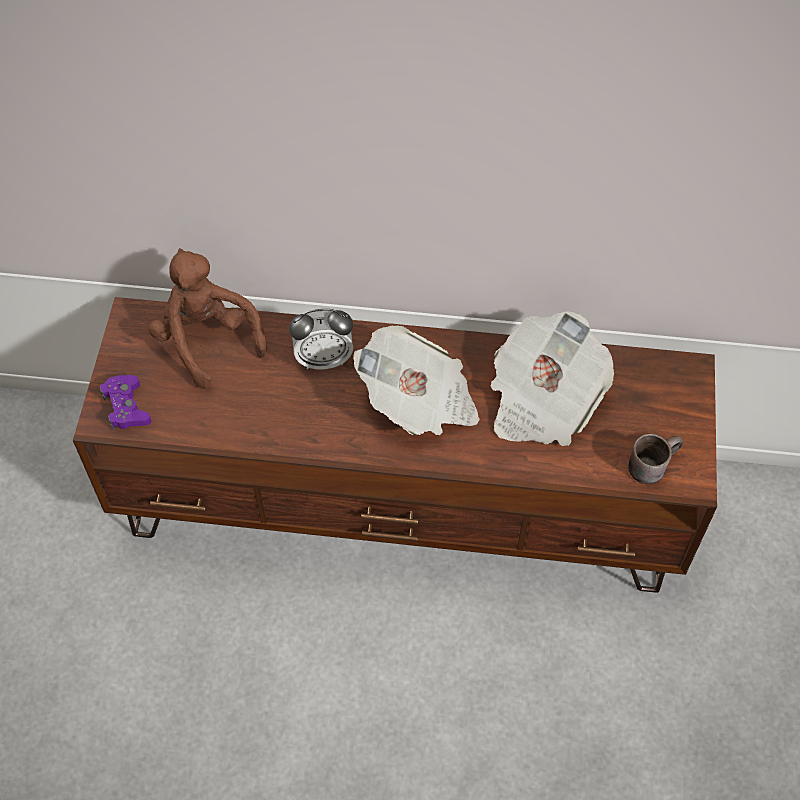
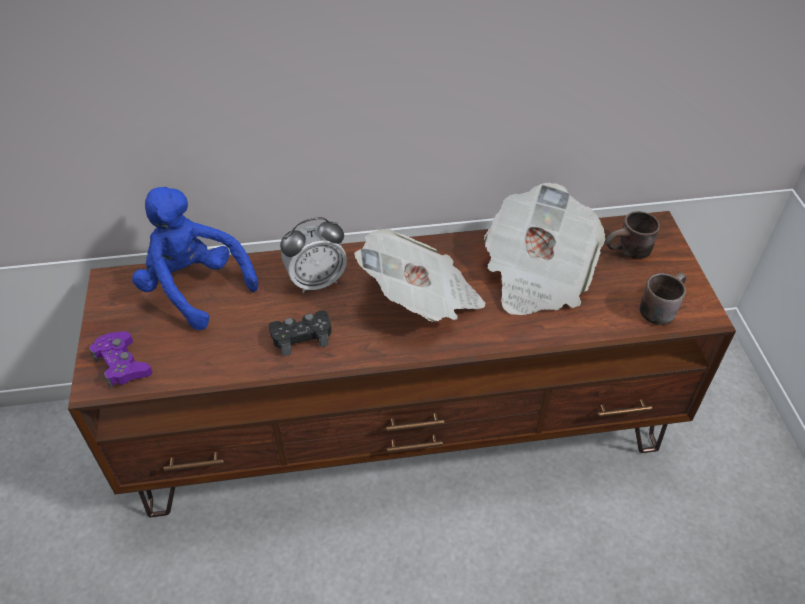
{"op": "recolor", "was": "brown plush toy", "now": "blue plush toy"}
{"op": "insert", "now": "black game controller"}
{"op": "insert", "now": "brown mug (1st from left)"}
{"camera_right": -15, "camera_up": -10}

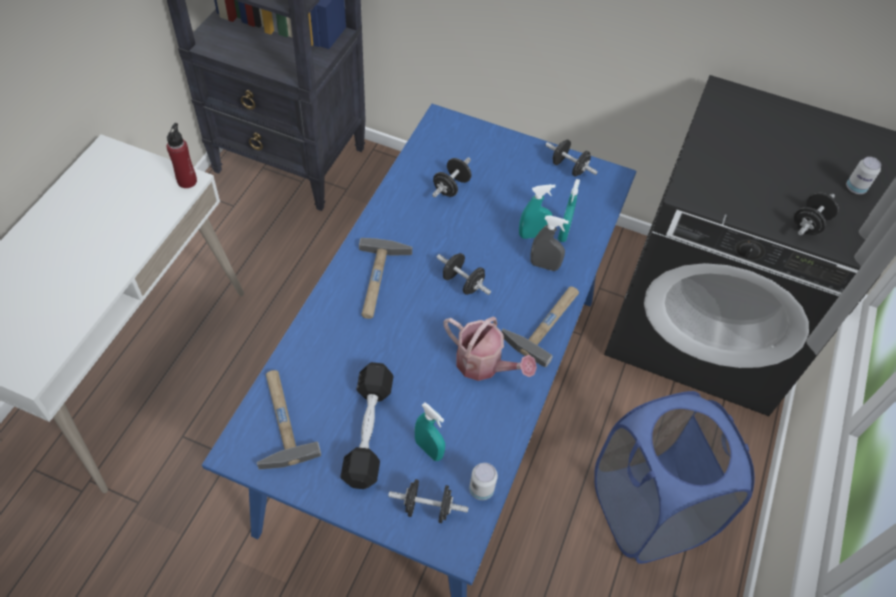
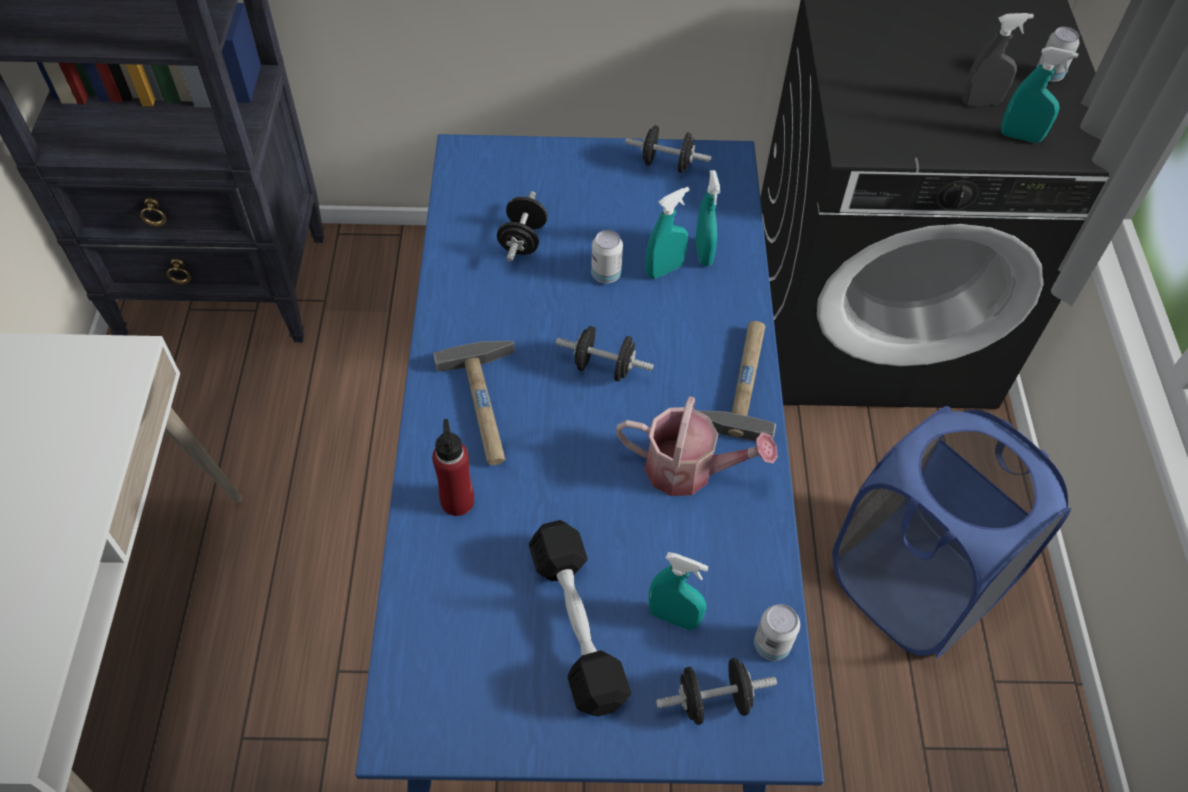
{"op": "move", "was": "red bottle"}
{"op": "delete", "was": "hammer (1st from left)"}
{"op": "move", "was": "grey spray bottle"}
{"op": "replace", "was": "black dumbbell (6th from left)", "now": "turquoise spray bottle (4th from left)"}
{"op": "insert", "now": "can (1st from left)"}
{"camera_right": -20, "camera_up": 0}

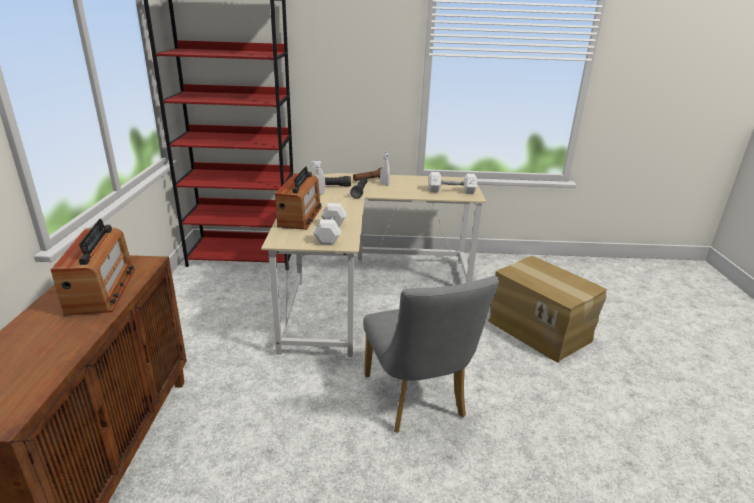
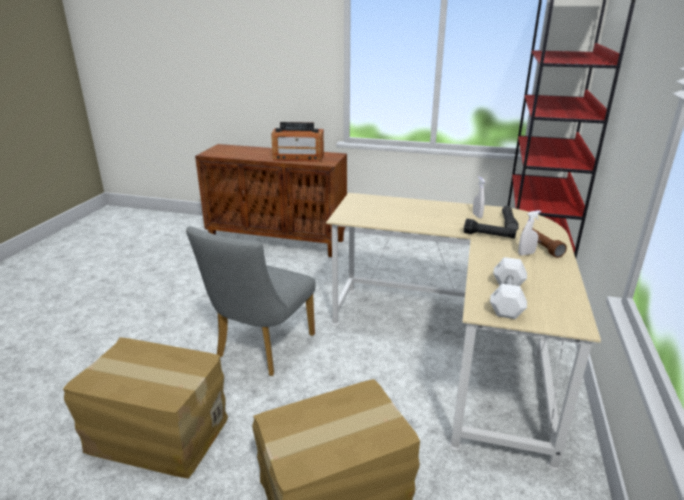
{"op": "delete", "was": "radio (2nd from left)"}
{"op": "delete", "was": "white dumbbell (1st from left)"}
{"op": "rotate", "was": "grey chair", "clockwise": -60}
{"op": "insert", "now": "cardboard box (1st from left)"}
{"camera_right": 105, "camera_up": 0}

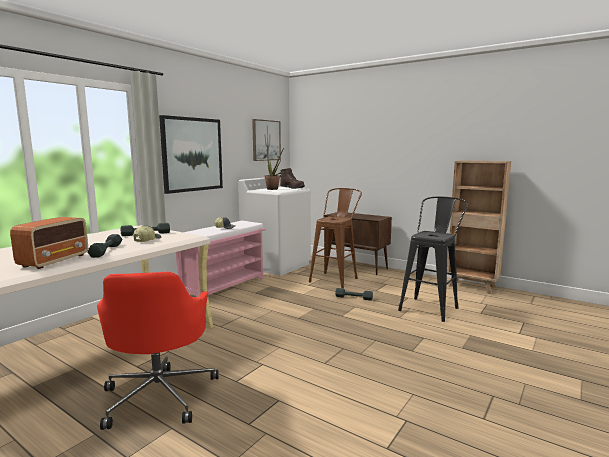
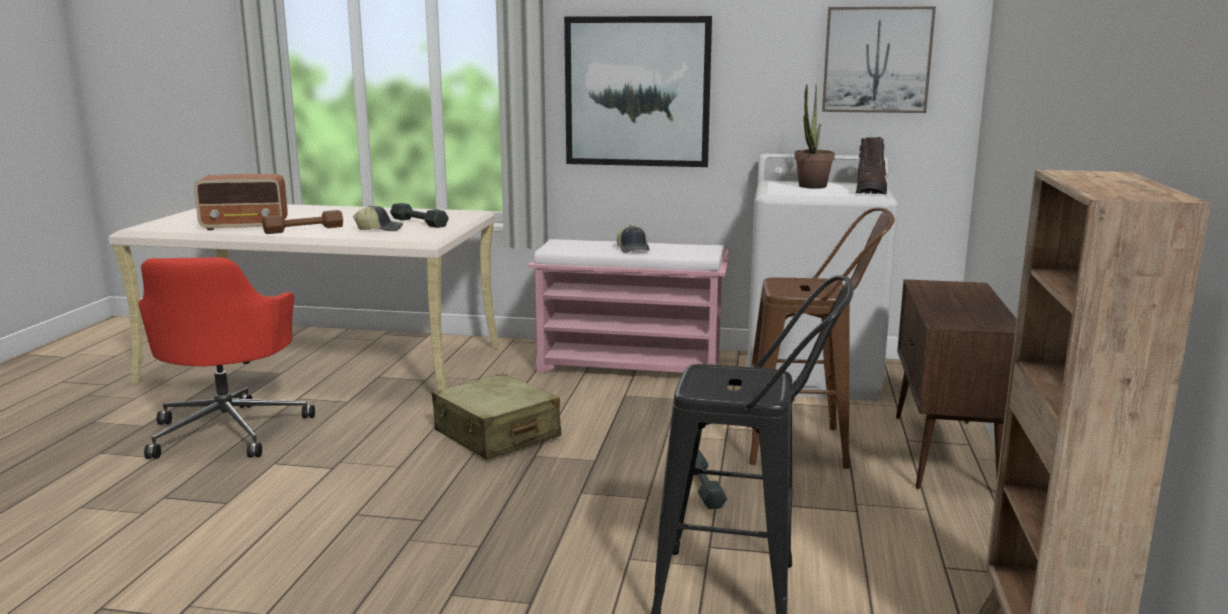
{"op": "recolor", "was": "grey dumbbell (1st from left)", "now": "brown dumbbell"}
{"op": "rotate", "was": "red office chair", "clockwise": -60}
{"op": "insert", "now": "beige suitcase"}
{"camera_right": 65, "camera_up": 5}

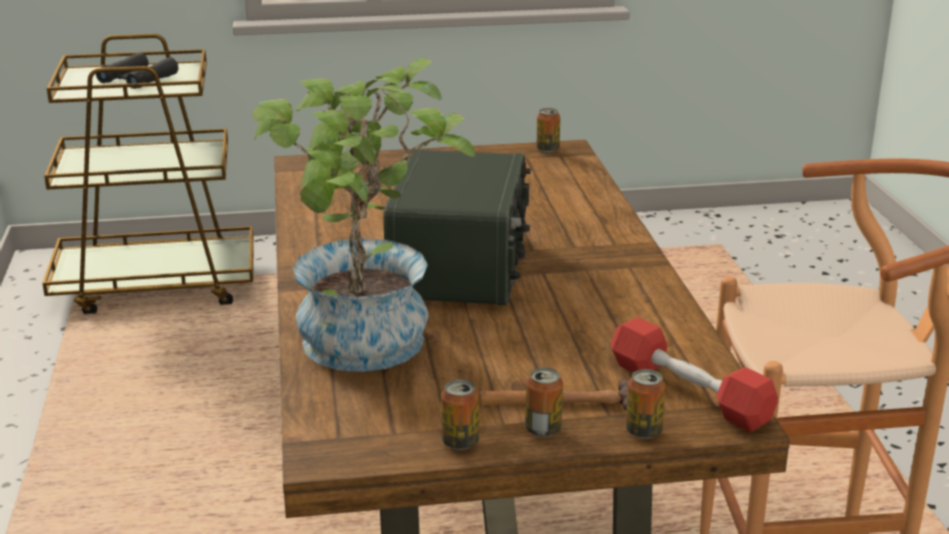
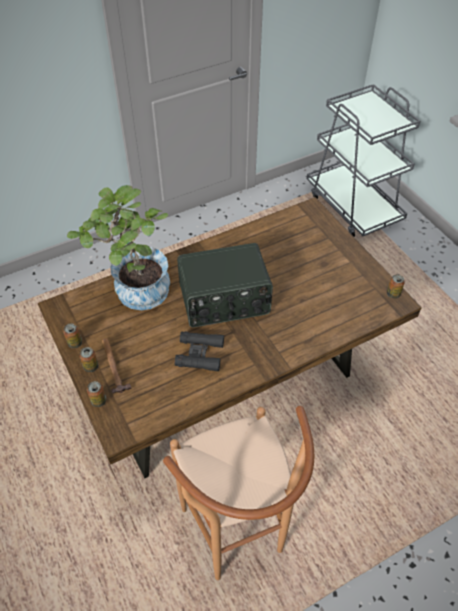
{"op": "recolor", "was": "brown cart", "now": "grey cart"}
{"op": "move", "was": "black binoculars"}
{"op": "delete", "was": "red dumbbell"}
{"camera_right": 70, "camera_up": 25}

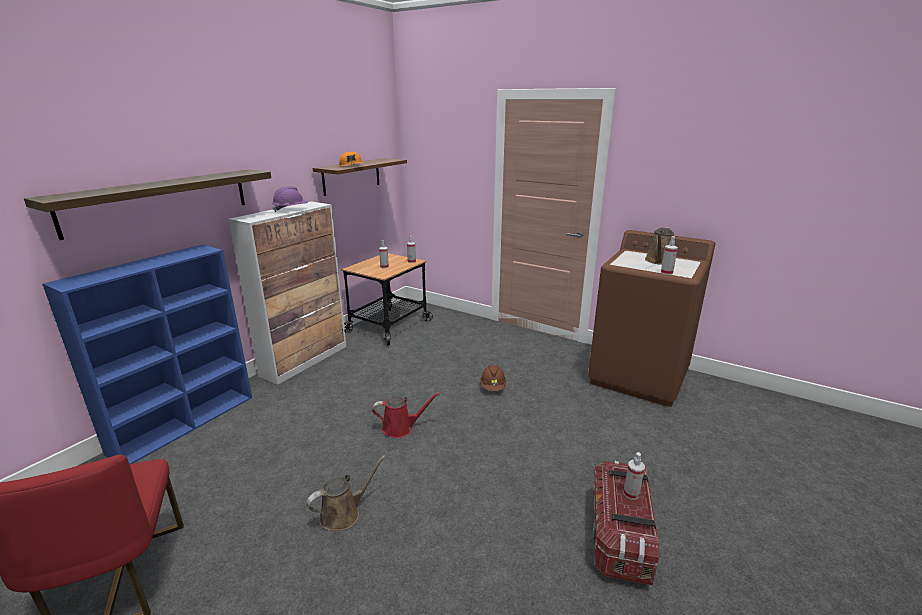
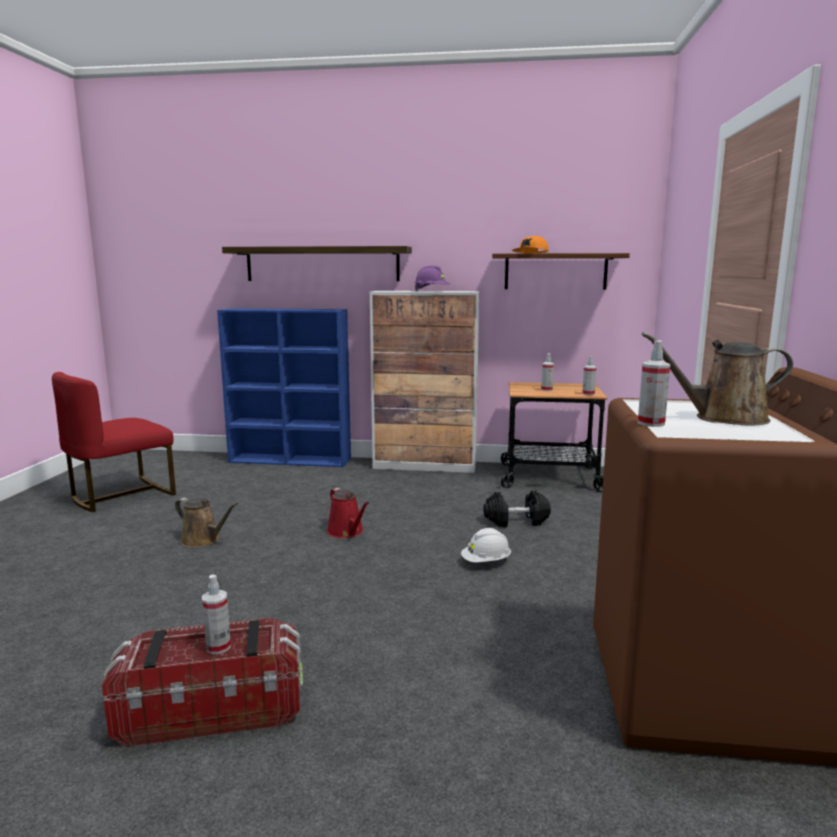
{"op": "recolor", "was": "brown hard hat", "now": "white hard hat"}
{"op": "insert", "now": "black dumbbell"}
{"camera_right": 65, "camera_up": -10}

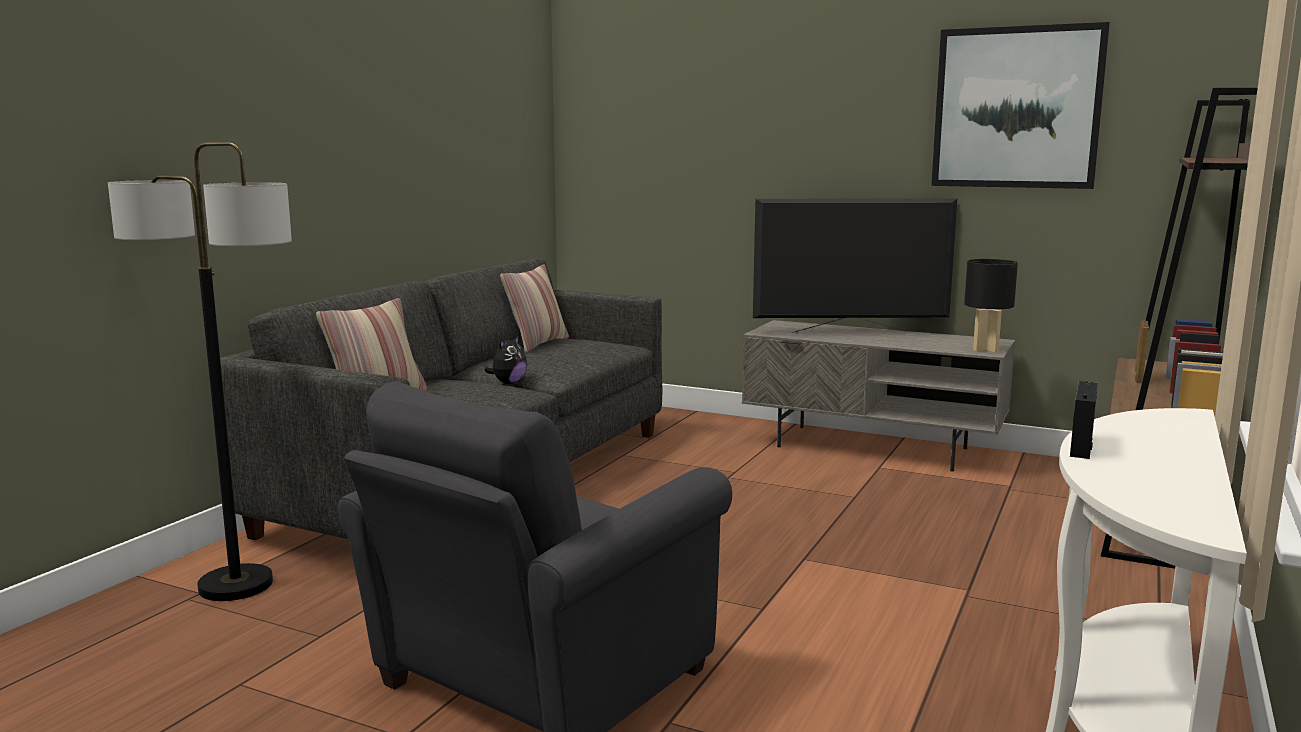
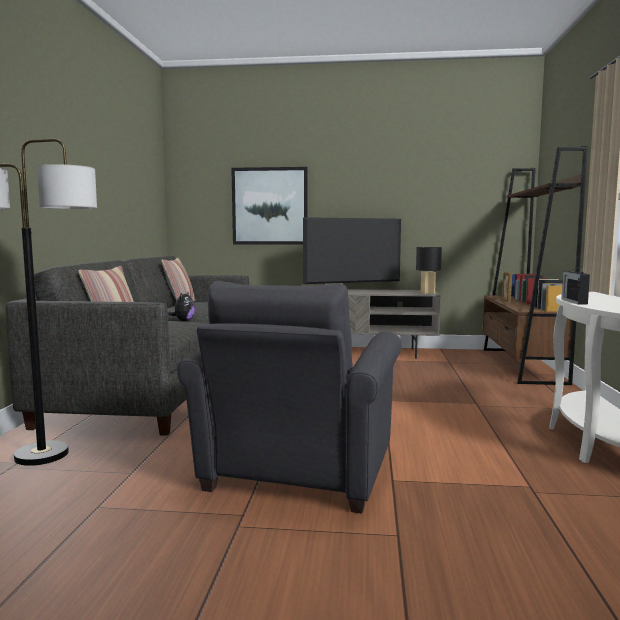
{"op": "move", "was": "picture"}
{"camera_right": -20, "camera_up": -5}

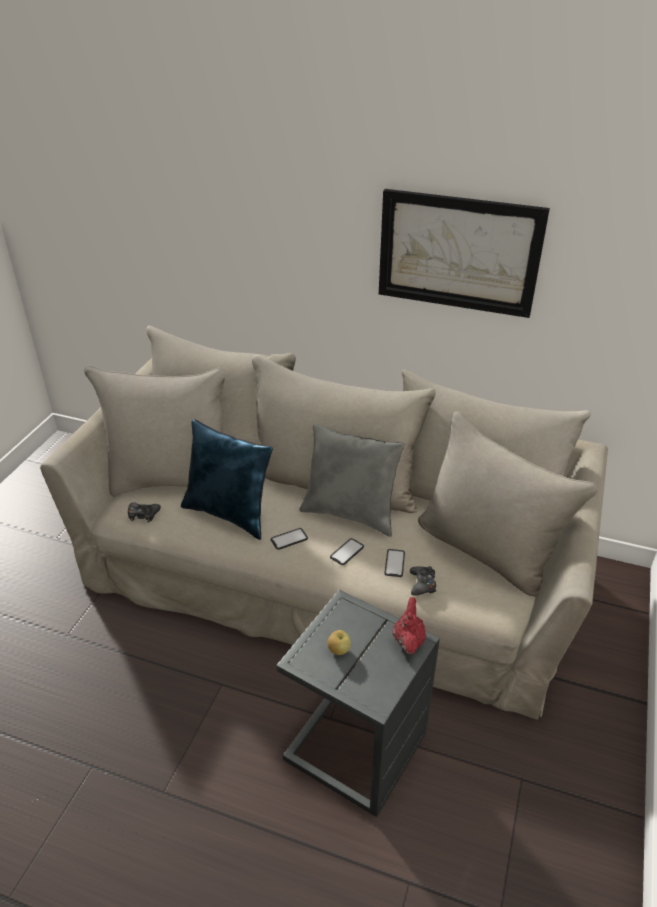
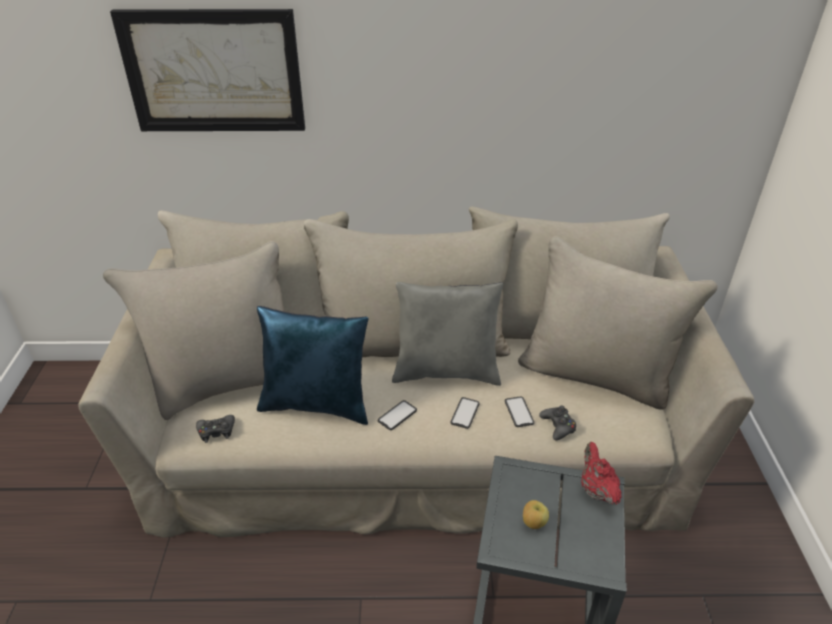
{"op": "move", "was": "picture"}
{"camera_right": -20, "camera_up": 0}

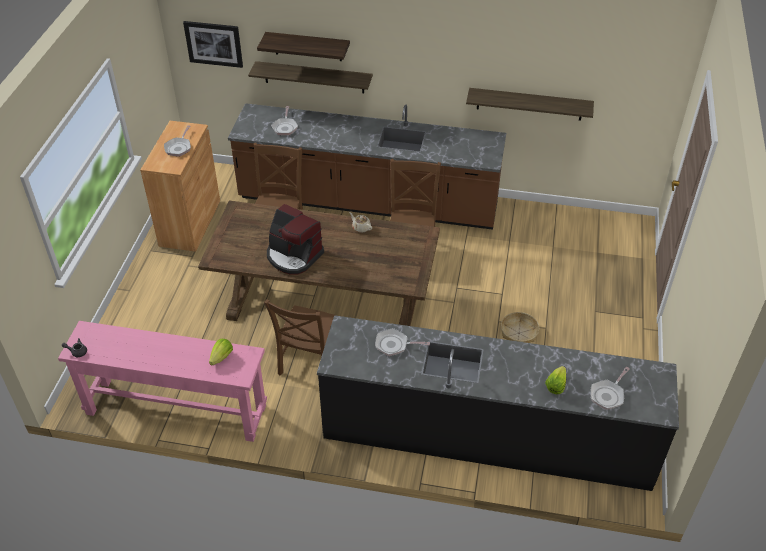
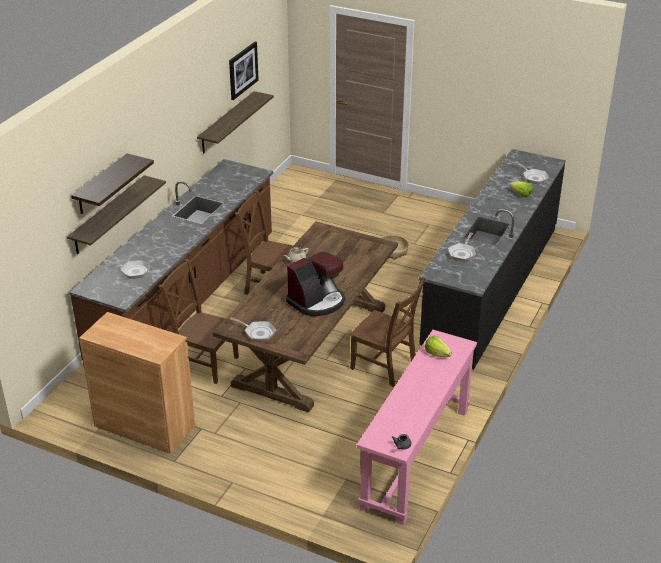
{"op": "move", "was": "frying pan (1st from left in the first image)", "now": "frying pan (2nd from left)"}
{"op": "move", "was": "picture"}
{"camera_right": -75, "camera_up": -10}

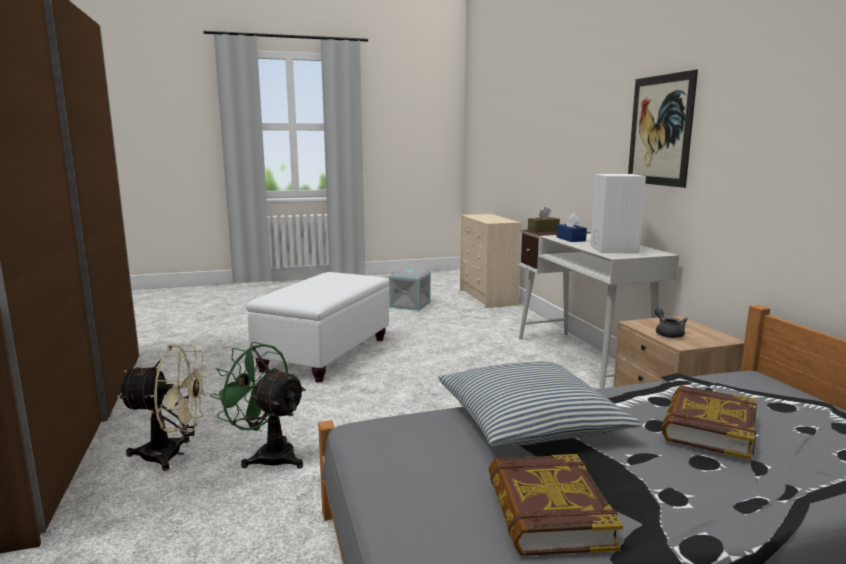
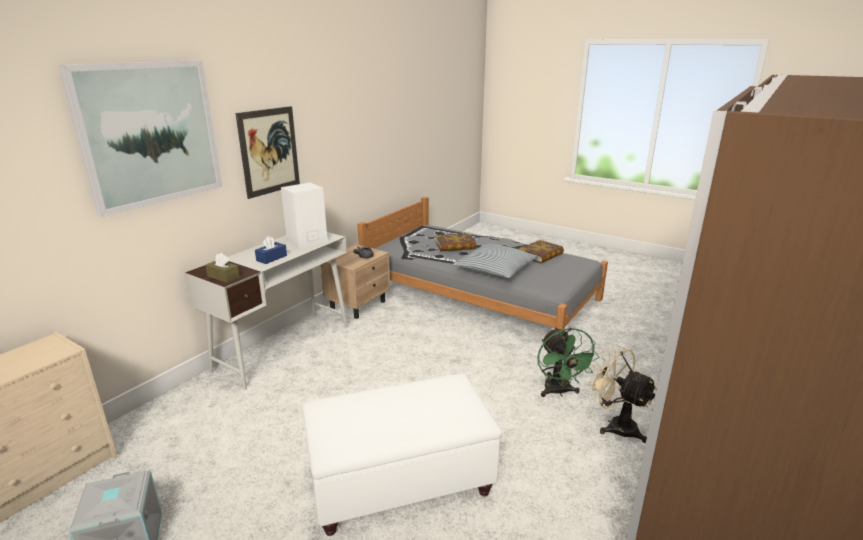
{"op": "insert", "now": "picture (1st from left)"}
{"camera_right": -130, "camera_up": 10}

